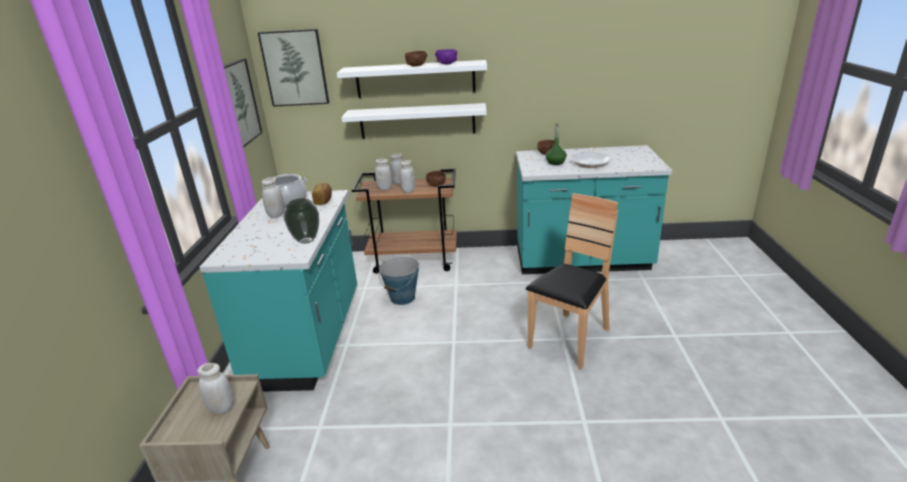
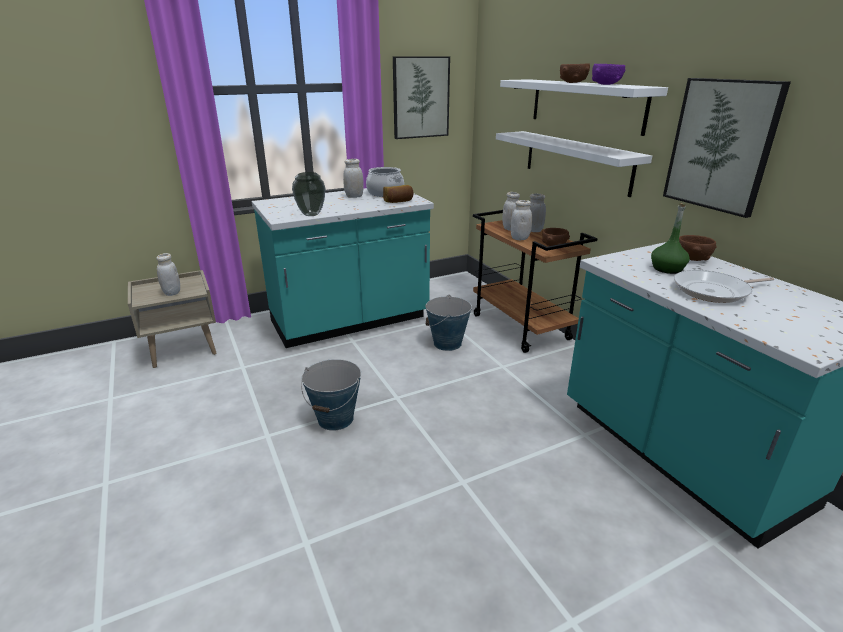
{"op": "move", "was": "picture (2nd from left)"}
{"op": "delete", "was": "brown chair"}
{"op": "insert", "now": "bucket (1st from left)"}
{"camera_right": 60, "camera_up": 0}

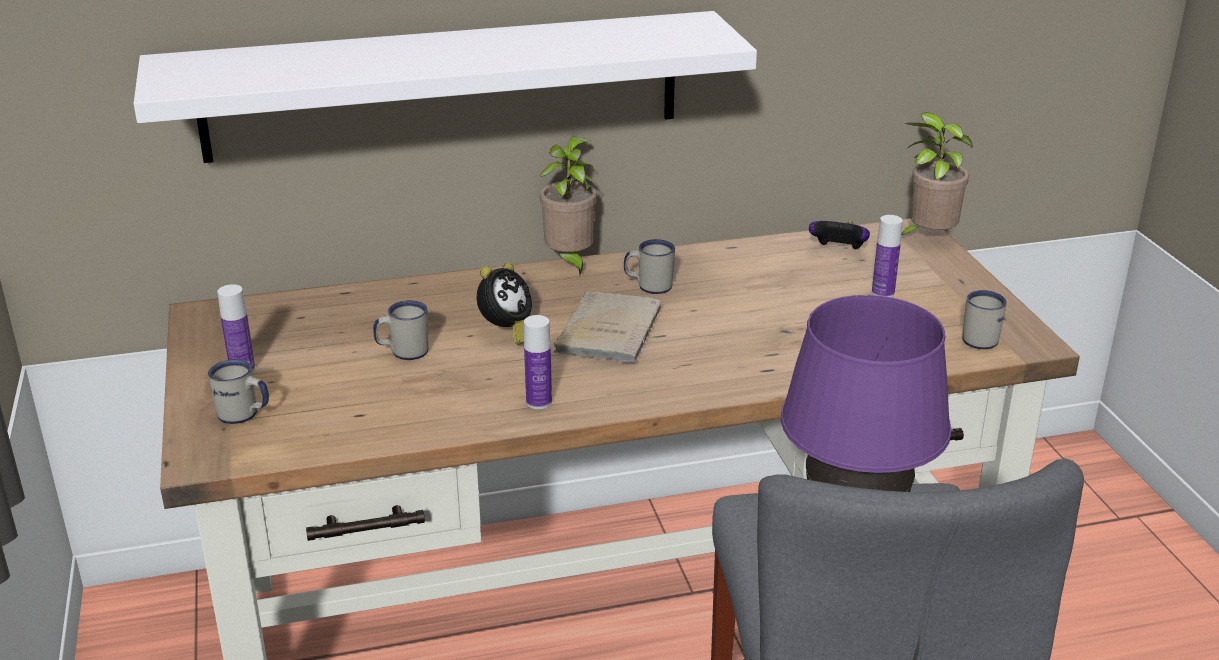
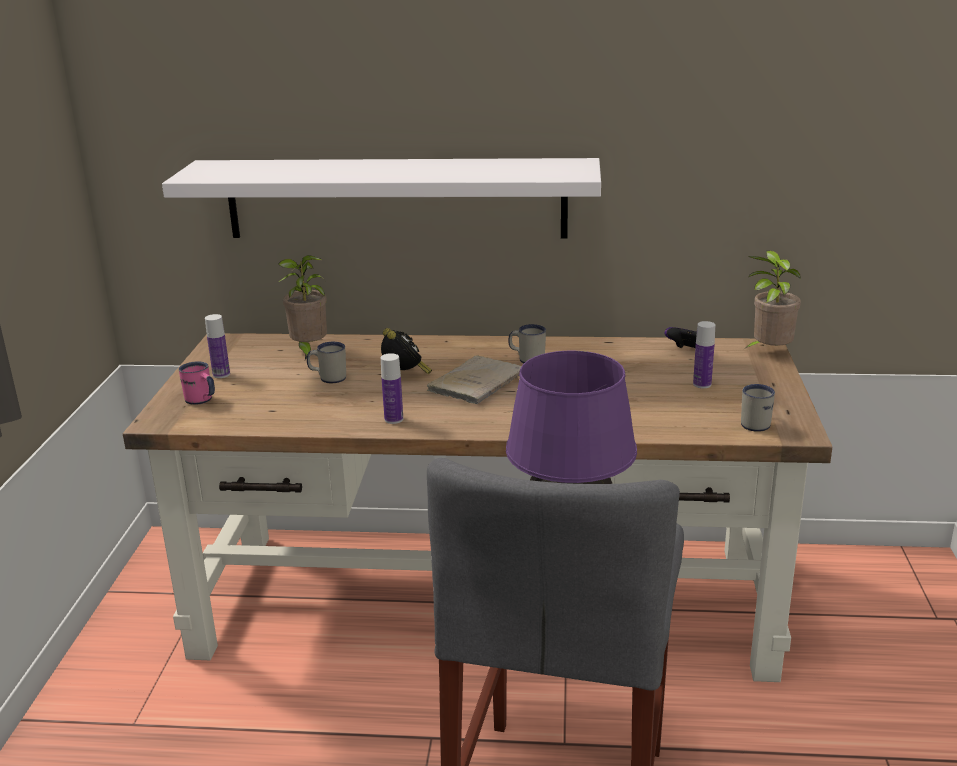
{"op": "recolor", "was": "white mug (1st from left)", "now": "pink mug"}
{"op": "rotate", "was": "alarm clock", "clockwise": -75}
{"op": "move", "was": "potted plant (1st from left)"}
{"camera_right": 20, "camera_up": -5}

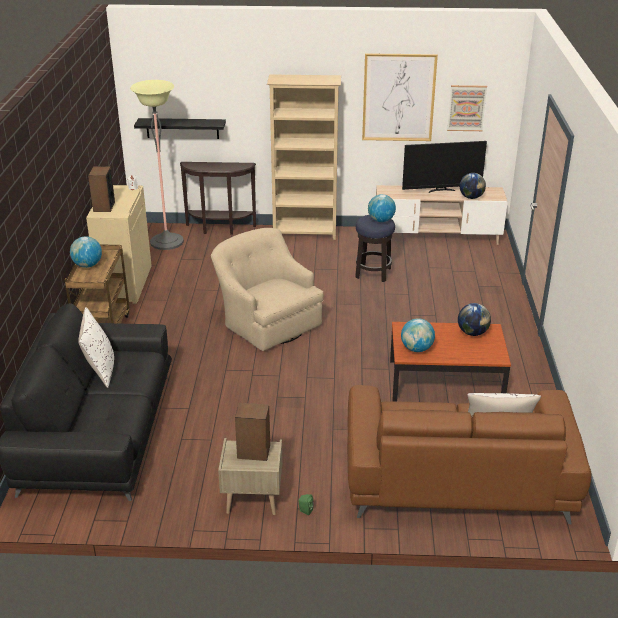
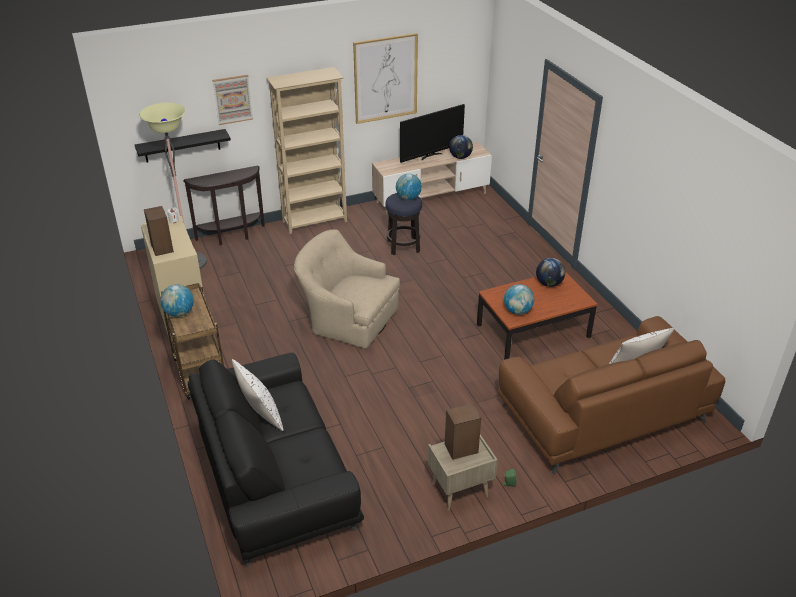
{"op": "move", "was": "picture (2nd from left in the first image)", "now": "picture (1st from left)"}
{"camera_right": -25, "camera_up": 5}

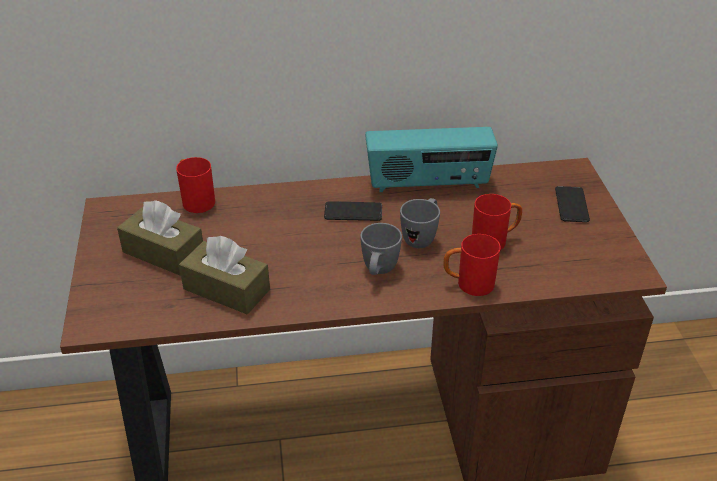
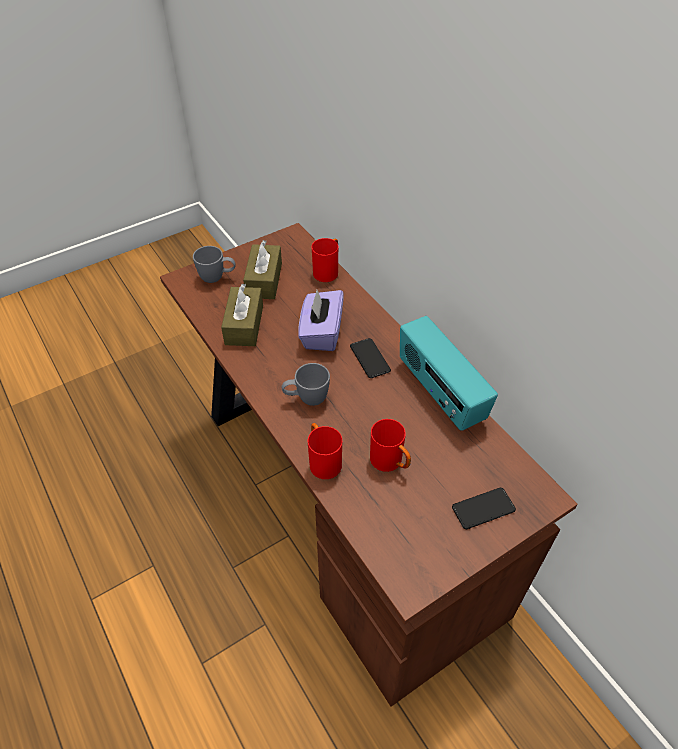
{"op": "move", "was": "grey mug (2nd from left in the first image)", "now": "grey mug (1st from left)"}
{"op": "insert", "now": "purple tissue box"}
{"camera_right": 65, "camera_up": 10}

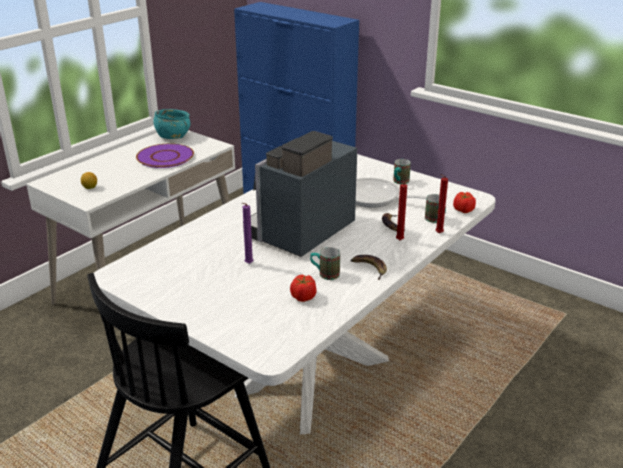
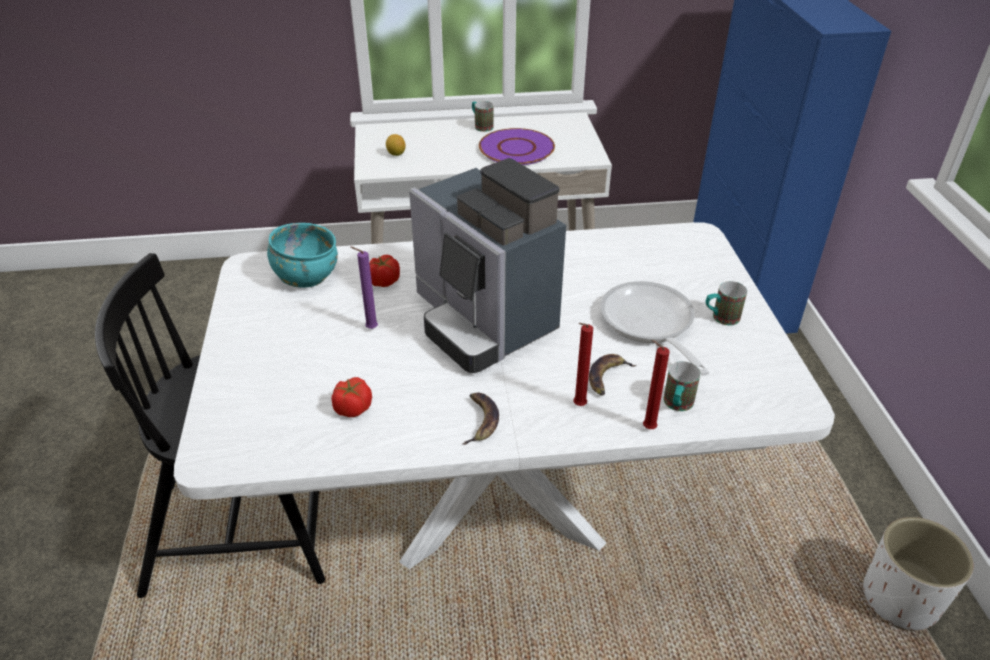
{"op": "move", "was": "turquoise bowl"}
{"op": "rotate", "was": "coffee machine", "clockwise": -120}
{"op": "move", "was": "mug (1st from left)"}
{"op": "move", "was": "tomato (2nd from left)"}
{"op": "insert", "now": "white planter"}
{"camera_right": 45, "camera_up": 10}

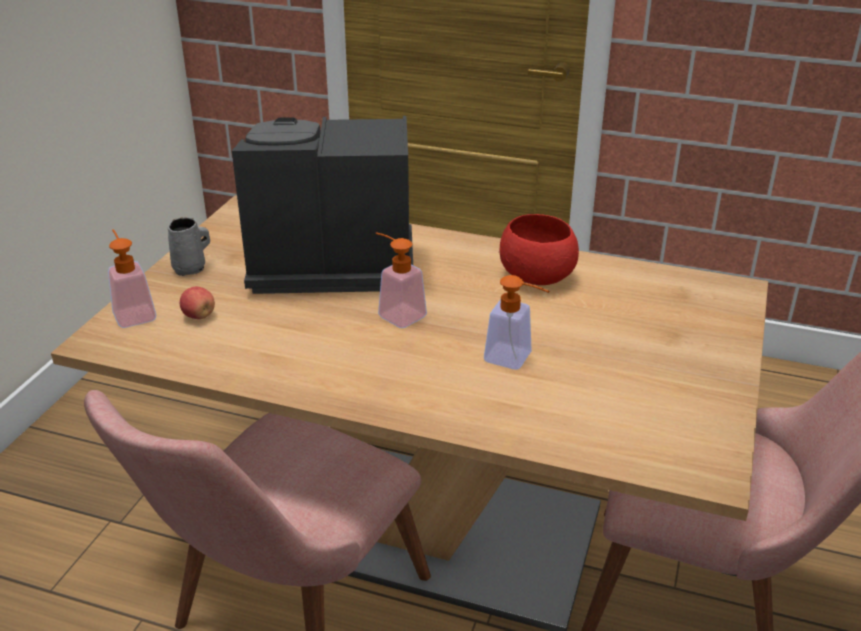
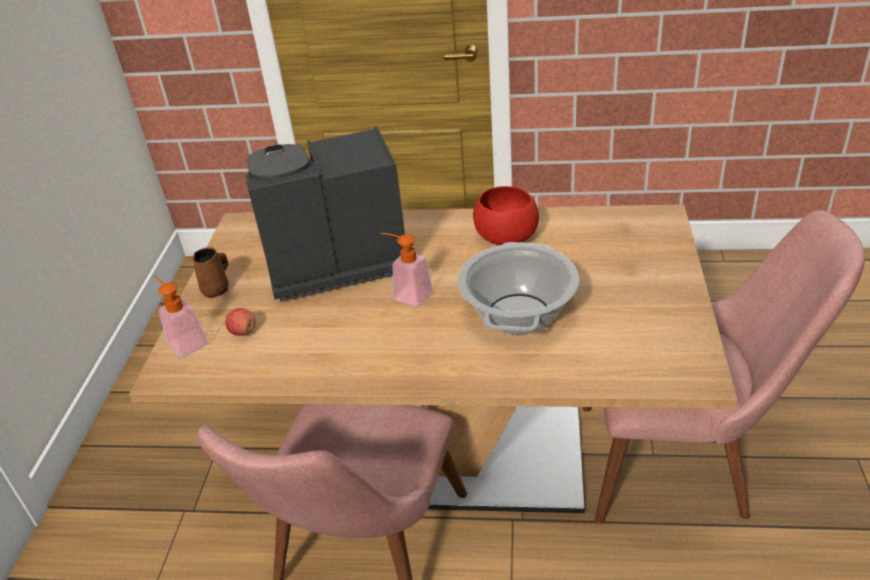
{"op": "recolor", "was": "grey mug", "now": "brown mug"}
{"op": "replace", "was": "soap dispenser (3rd from left)", "now": "cooking pot"}
{"camera_right": -10, "camera_up": 5}

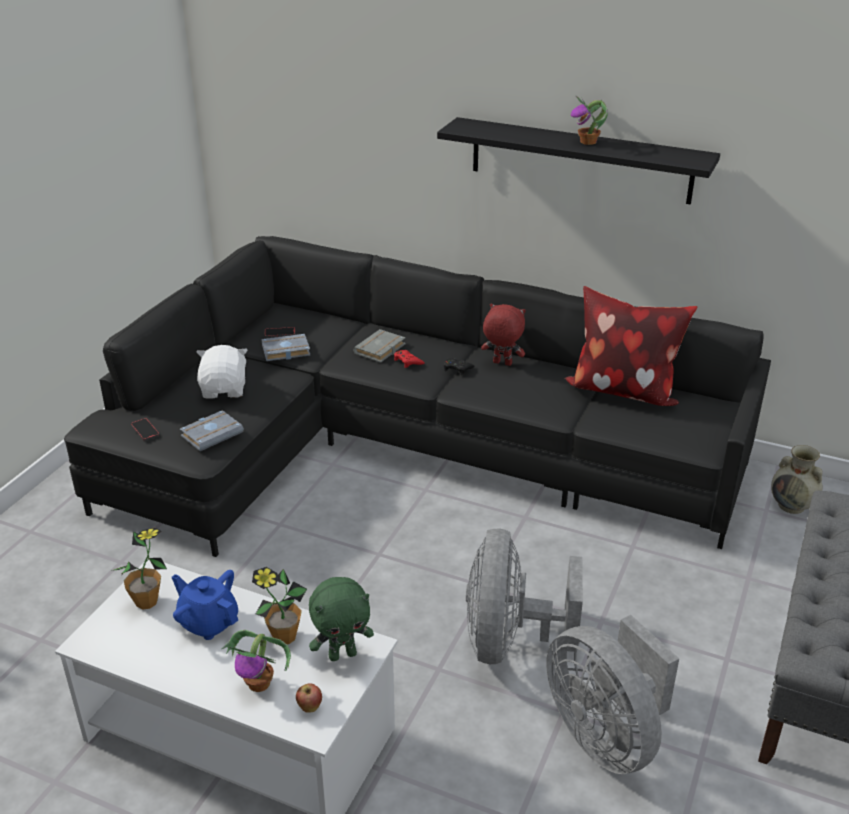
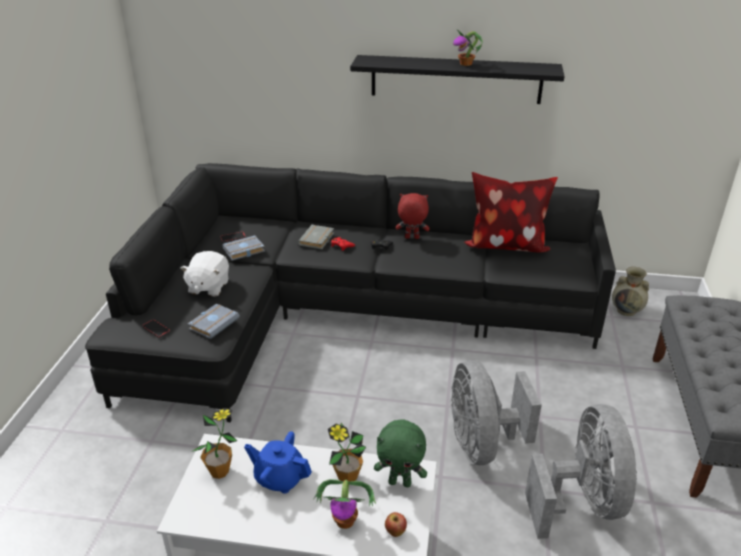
{"op": "rotate", "was": "white plush toy", "clockwise": -150}
{"op": "rotate", "was": "green plush toy", "clockwise": 45}
{"op": "rotate", "was": "grey fan (2nd from left)", "clockwise": -135}
{"camera_right": -15, "camera_up": 0}

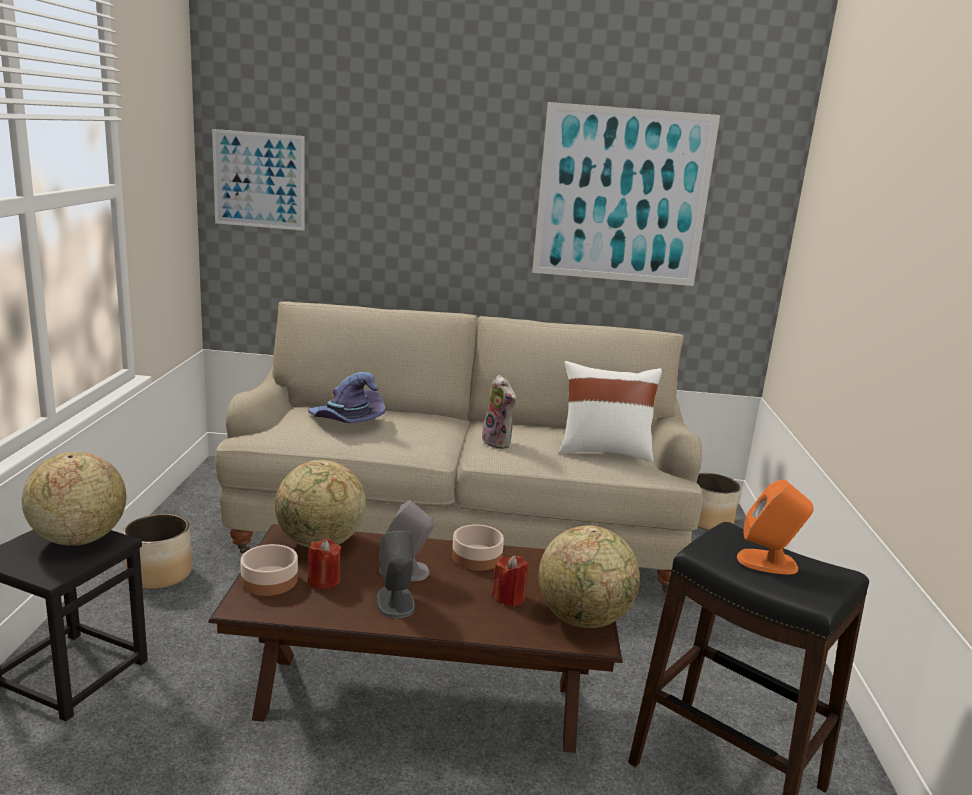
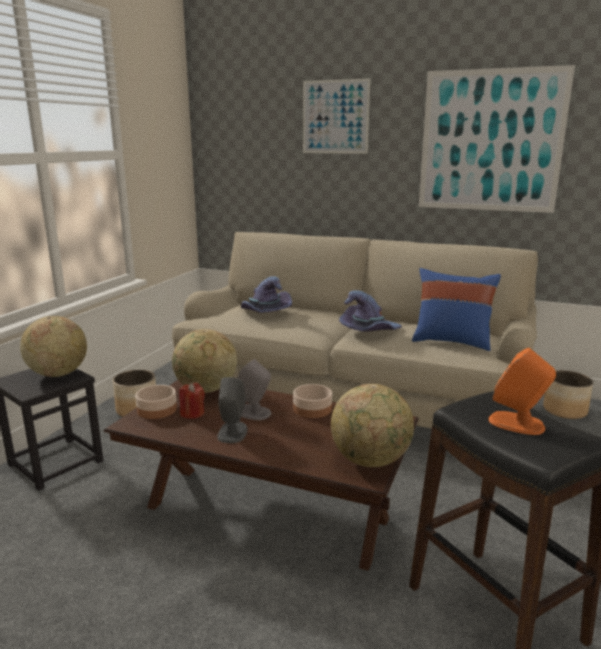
{"op": "move", "was": "picture (1st from left)"}
{"op": "replace", "was": "plush toy", "now": "purple hat (2nd from left)"}
{"op": "delete", "was": "red candle (2nd from left)"}
{"op": "recolor", "was": "white pillow", "now": "blue pillow"}
{"camera_right": 20, "camera_up": 0}

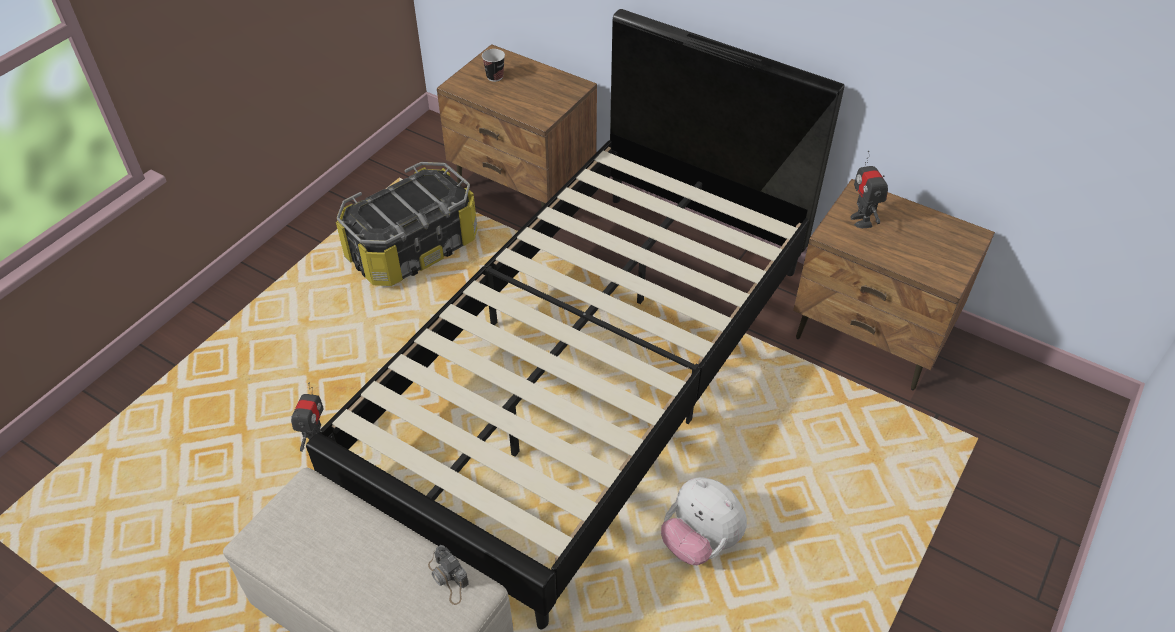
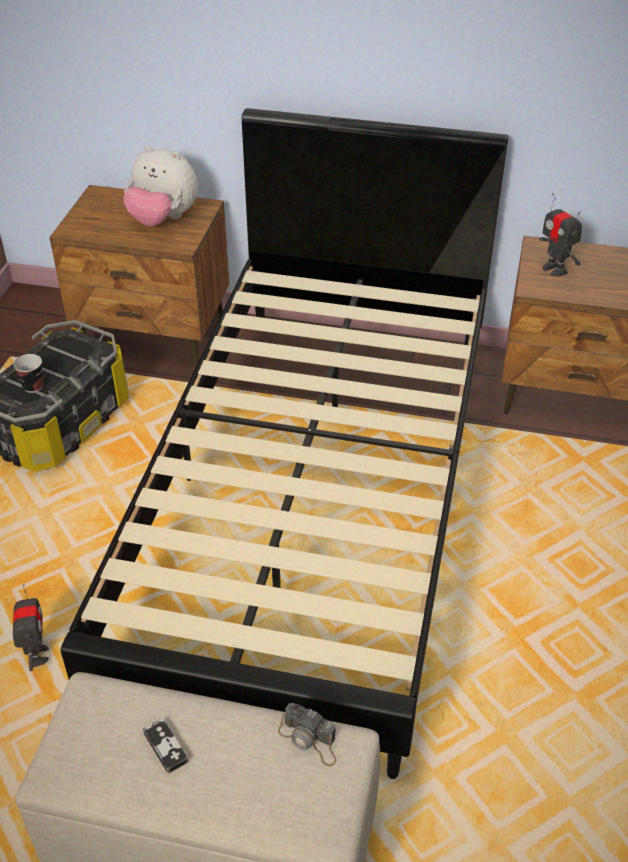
{"op": "move", "was": "cup"}
{"op": "move", "was": "plush toy"}
{"op": "insert", "now": "game controller"}
{"camera_right": -20, "camera_up": -5}

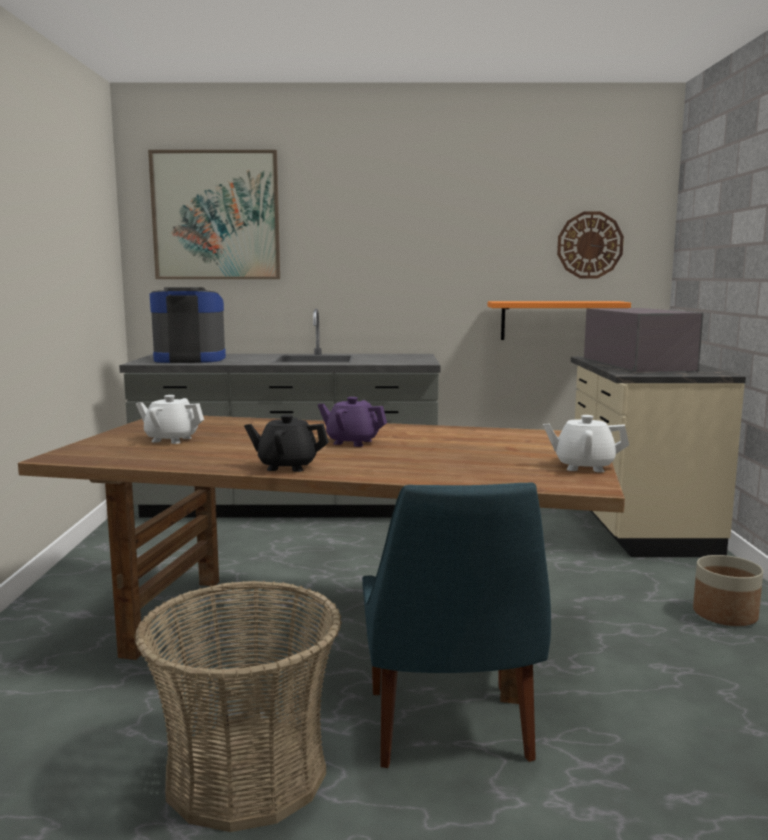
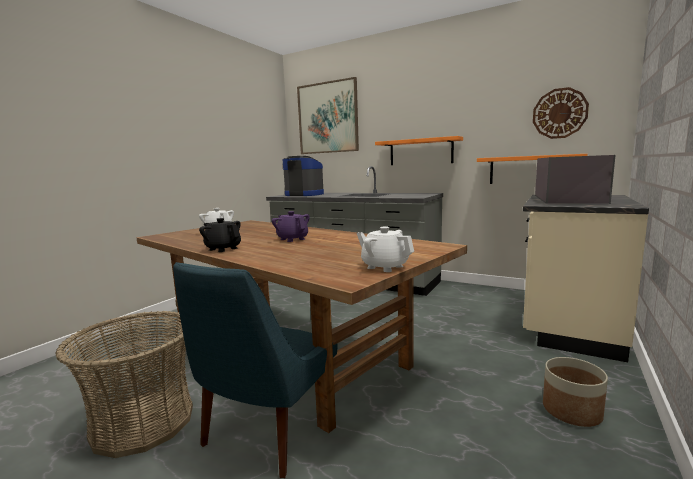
{"op": "insert", "now": "orange shelf (1st from left)"}
{"camera_right": 30, "camera_up": 0}

